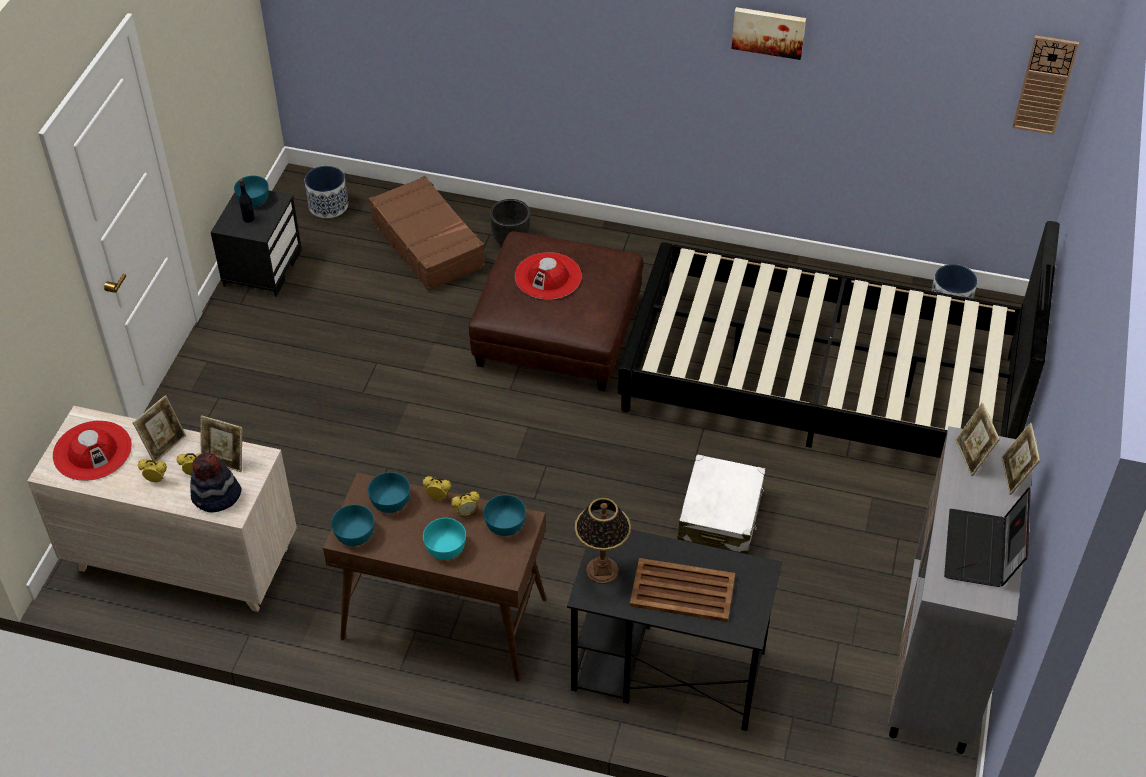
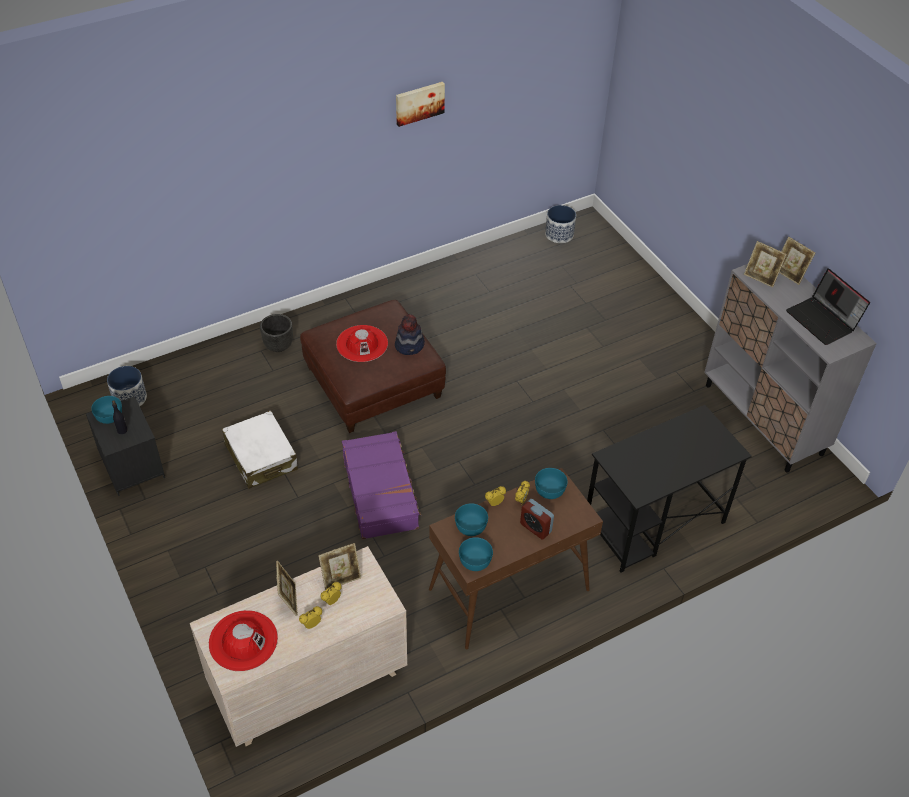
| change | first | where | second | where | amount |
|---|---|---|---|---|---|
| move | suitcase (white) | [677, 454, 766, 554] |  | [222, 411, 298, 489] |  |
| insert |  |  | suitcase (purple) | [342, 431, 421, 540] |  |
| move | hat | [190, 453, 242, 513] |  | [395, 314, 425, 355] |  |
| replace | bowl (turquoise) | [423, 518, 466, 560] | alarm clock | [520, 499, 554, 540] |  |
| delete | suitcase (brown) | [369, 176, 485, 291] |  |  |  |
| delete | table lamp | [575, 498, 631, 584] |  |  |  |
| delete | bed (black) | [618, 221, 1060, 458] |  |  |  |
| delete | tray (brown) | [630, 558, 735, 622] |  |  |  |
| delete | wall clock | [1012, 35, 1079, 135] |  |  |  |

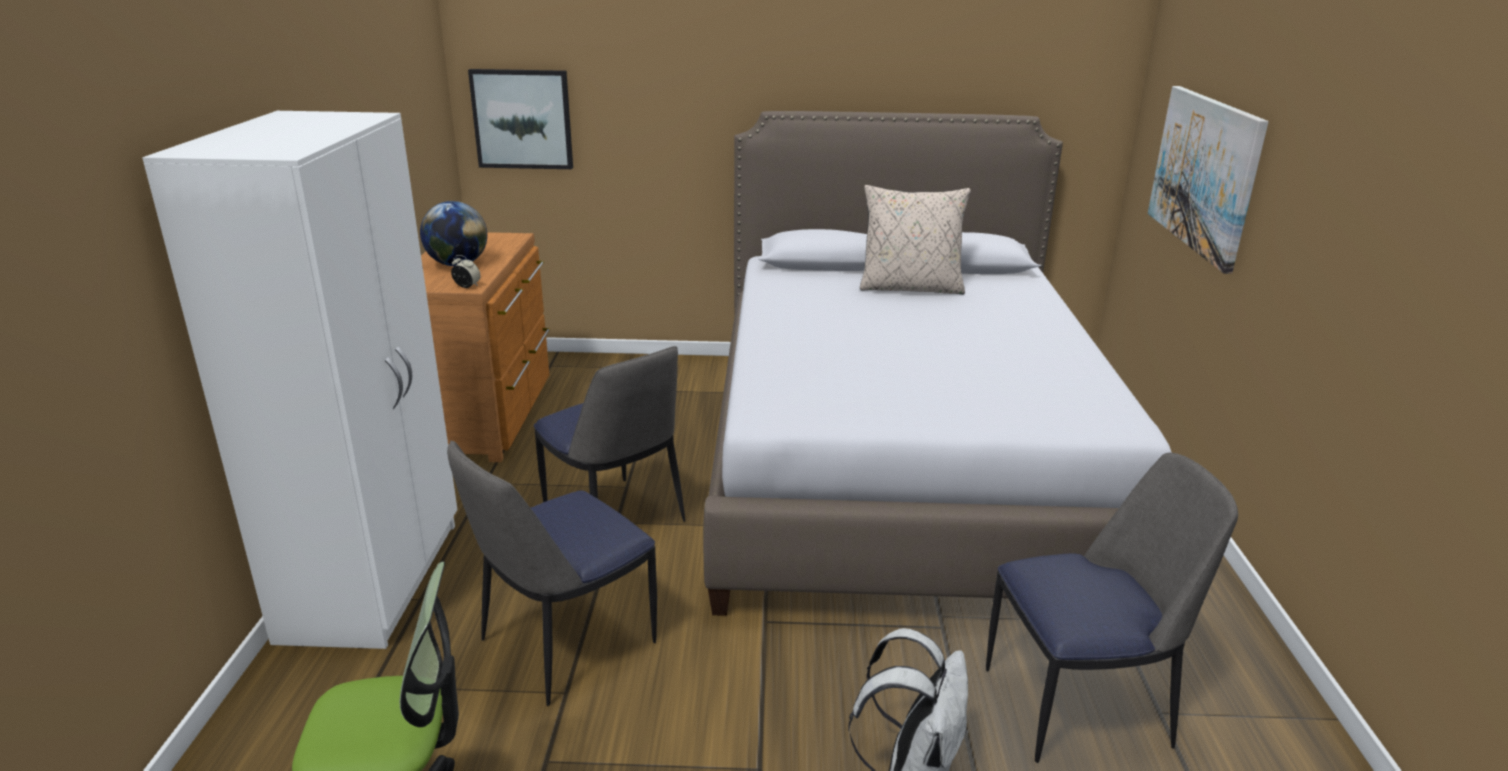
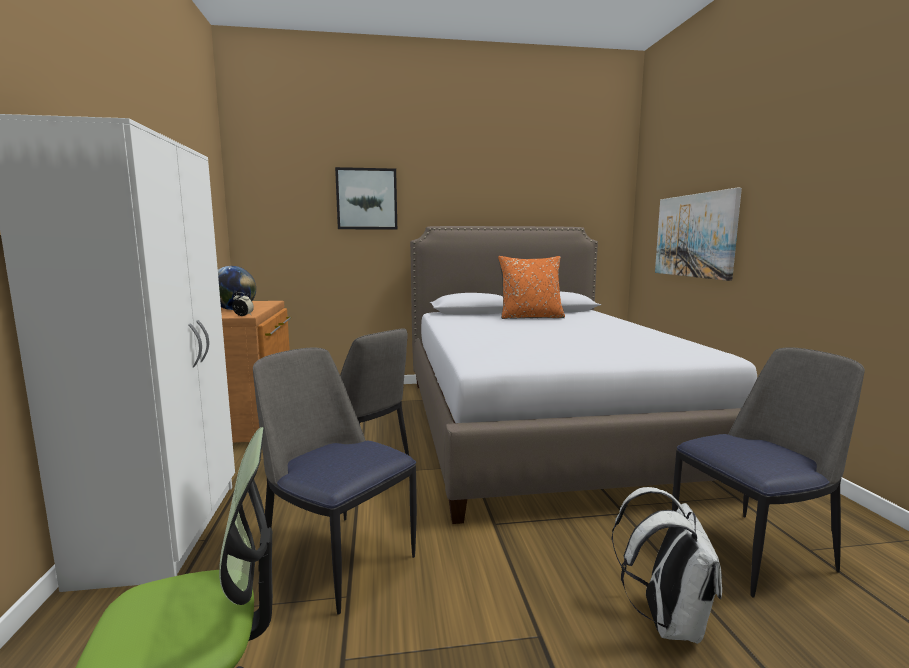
| change | first | where | second | where | amount |
|---|---|---|---|---|---|
| rotate | chair | [447, 440, 657, 706] |  | [253, 347, 417, 614] | 90 degrees clockwise |
| move | picture | [468, 69, 573, 169] |  | [335, 167, 397, 230] |  |
| recolor | pillow (beige) | [860, 185, 971, 294] | pillow (orange) | [498, 256, 565, 319] |  |

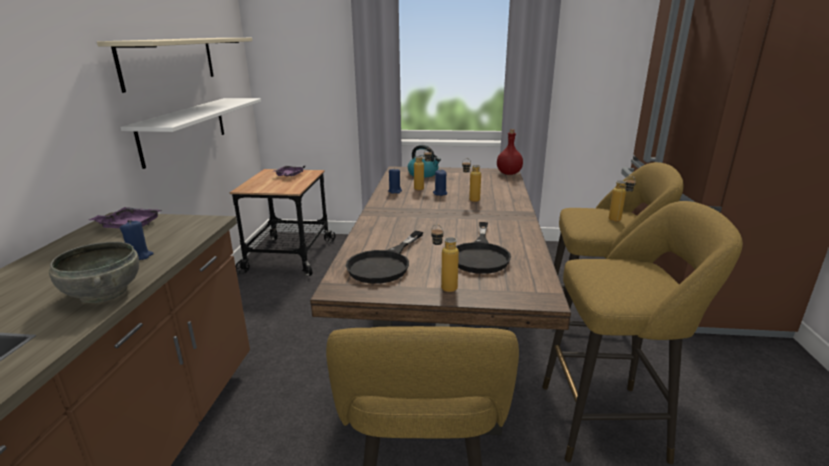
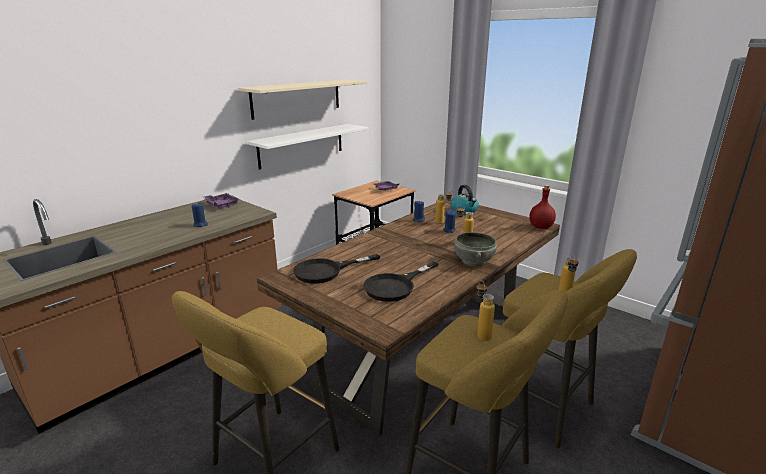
| change | first | where | second | where | amount |
|---|---|---|---|---|---|
| move | bowl (grey) | [49, 242, 139, 303] |  | [454, 232, 497, 266] |  |
| move | bottle | [431, 224, 459, 292] |  | [476, 280, 495, 341] |  |

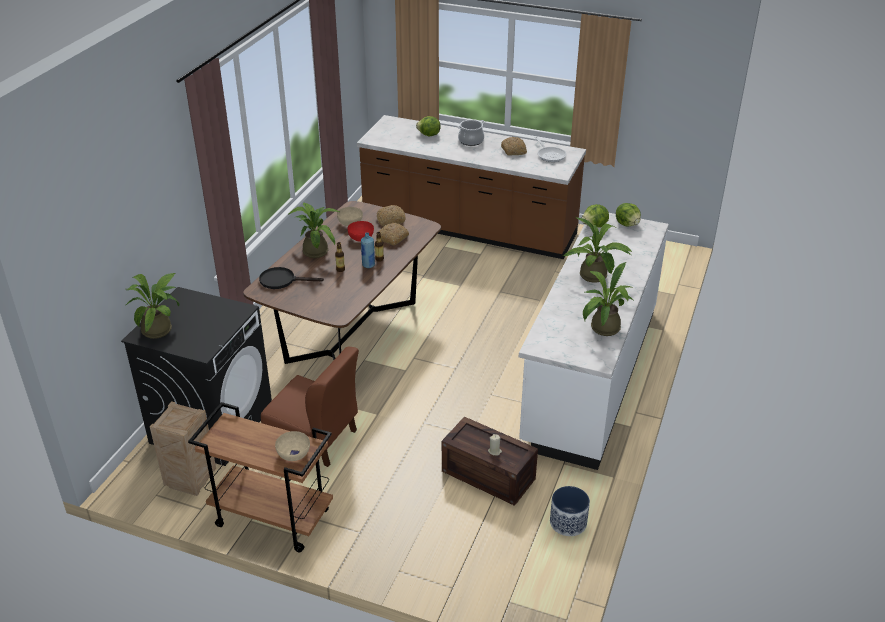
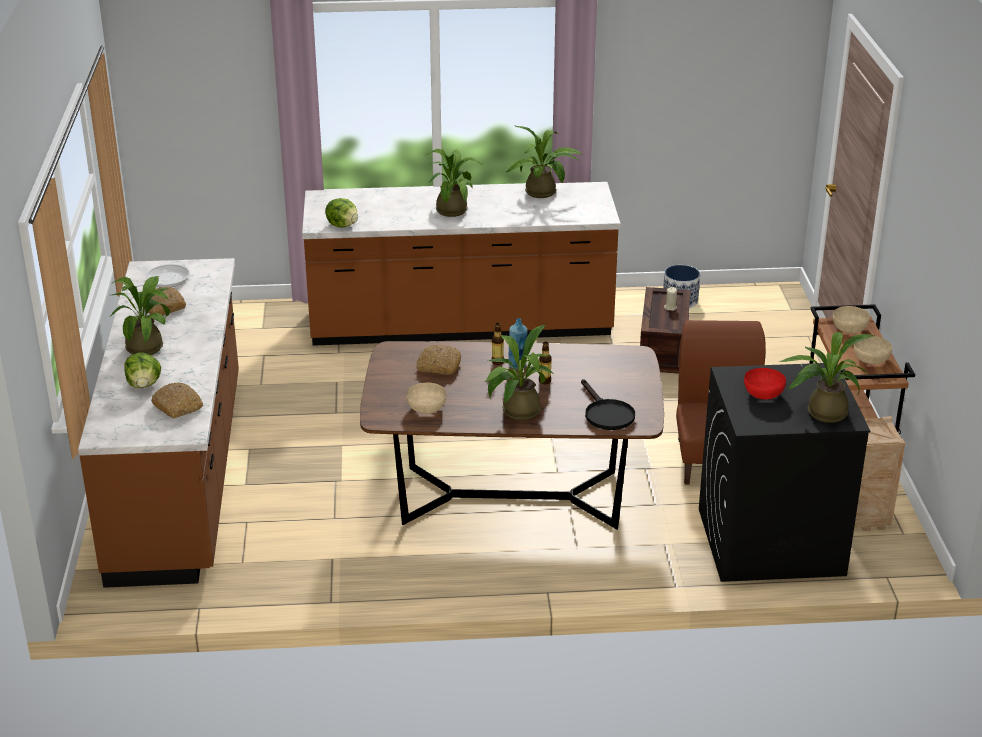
| change | first | where | second | where | amount |
|---|---|---|---|---|---|
| replace | cooking pot | [458, 120, 485, 146] | potted plant | [109, 276, 170, 355] |  |
| move | bread | [377, 205, 406, 226] |  | [151, 382, 203, 419] |  |
| recolor | counter (white) | [519, 213, 669, 470] | counter (brown) | [302, 182, 621, 346] |  |
| move | bowl (red) | [348, 221, 374, 242] |  | [744, 368, 786, 400] |  |
| insert |  |  | bowl (beige) | [854, 336, 892, 364] |  |
| delete | lettuce | [616, 203, 641, 226] |  |  |  |

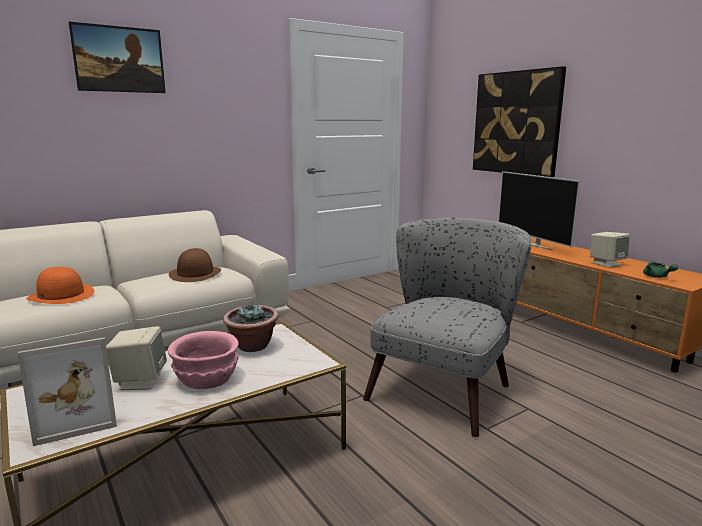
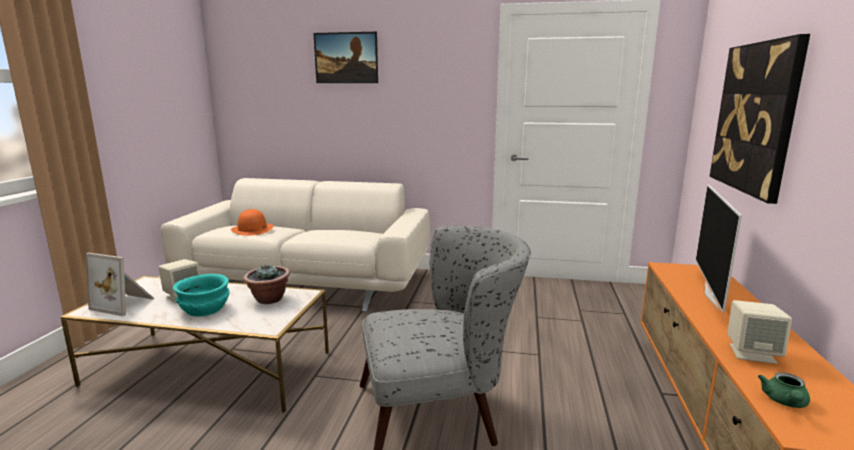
| change | first | where | second | where | amount |
|---|---|---|---|---|---|
| recolor | bowl (pink) | [168, 331, 239, 389] | bowl (turquoise) | [173, 274, 230, 317] |  |
| delete | hat (brown) | [169, 248, 221, 282] |  |  |  |

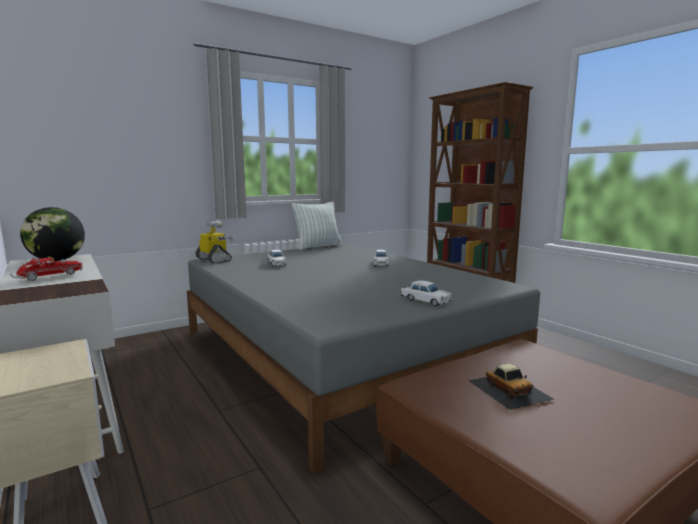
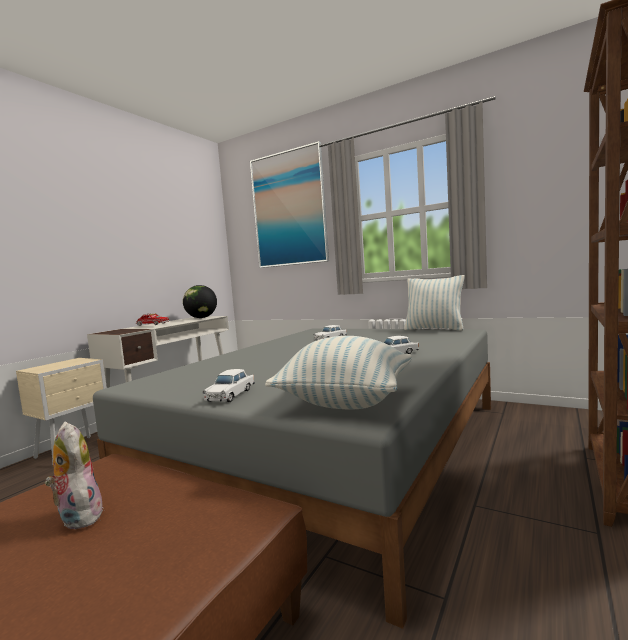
| change | first | where | second | where | amount |
|---|---|---|---|---|---|
| replace | toy car | [468, 364, 554, 410] | plush toy | [45, 421, 103, 529] |  |
| insert |  |  | picture | [250, 141, 329, 268] |  |
| insert |  |  | pillow | [265, 336, 412, 409] |  |
| delete | toy robot | [195, 220, 233, 263] |  |  |  |

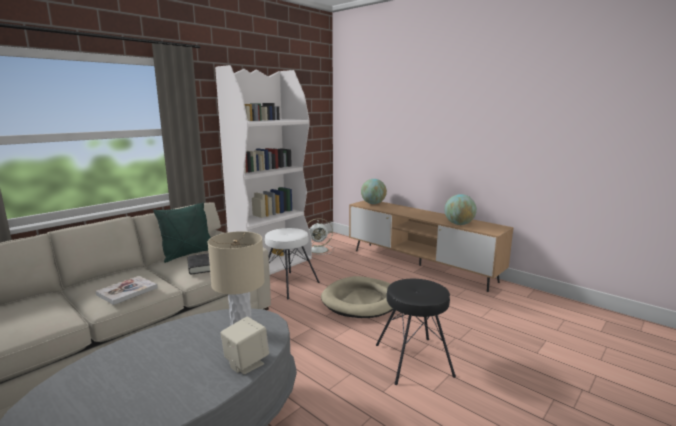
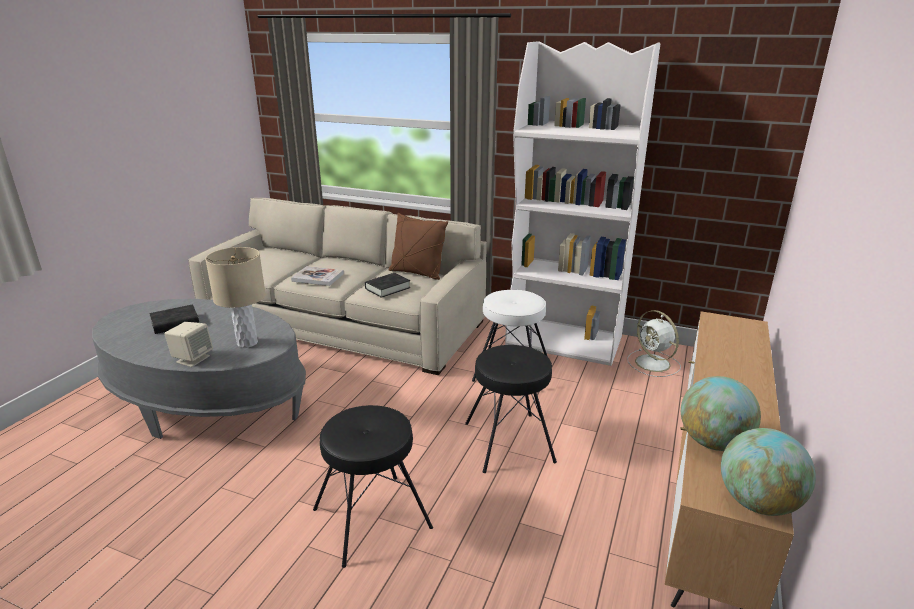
| change | first | where | second | where | amount |
|---|---|---|---|---|---|
| insert |  |  | book (black) | [149, 304, 199, 334] |  |
| recolor | pillow (green) | [153, 202, 210, 263] | pillow (brown) | [389, 213, 448, 280] |  |
| replace | dog bed (beige) | [321, 276, 393, 318] | stool (black) | [465, 345, 557, 473] |  |
| move | globe | [361, 179, 387, 204] |  | [721, 428, 816, 516] |  |

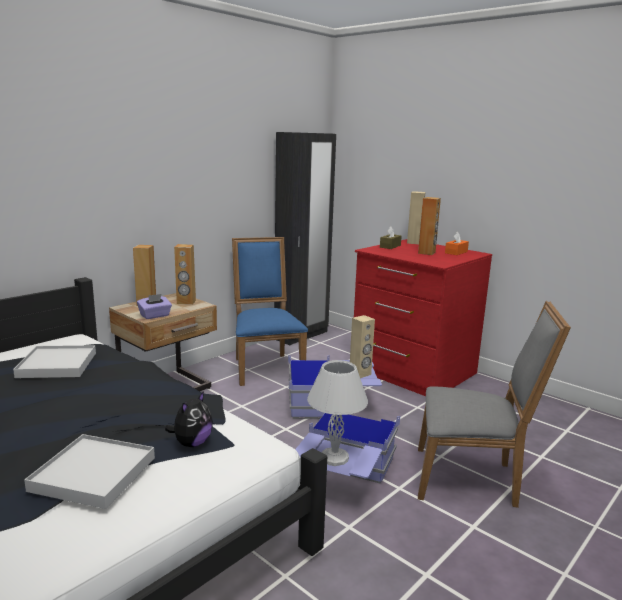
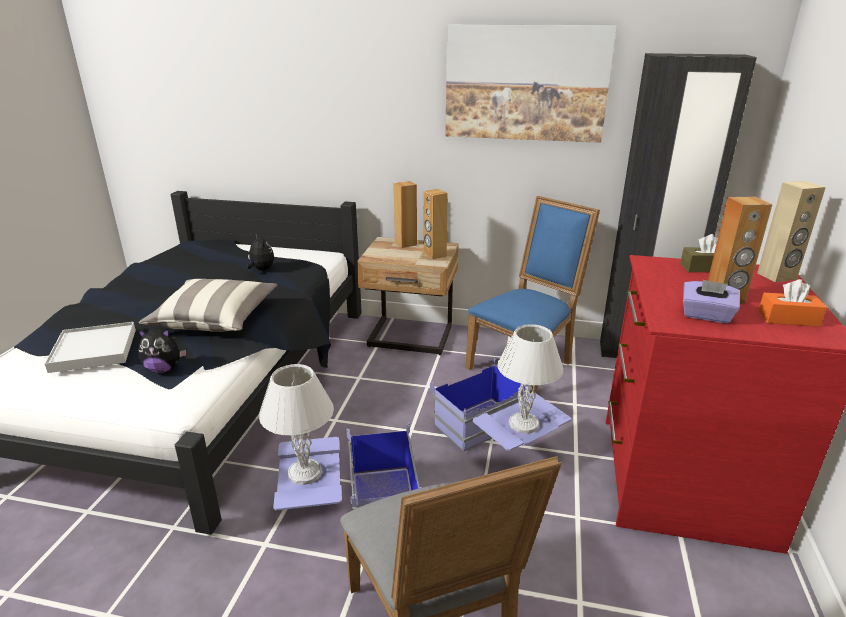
| change | first | where | second | where | amount |
|---|---|---|---|---|---|
| insert |  |  | pillow | [139, 279, 277, 332] |  |
| replace | tray (white) | [13, 345, 96, 378] | plush toy | [246, 234, 274, 271] |  |
| insert |  |  | picture | [445, 25, 617, 143] |  |
| replace | speaker (beige) | [350, 315, 375, 378] | table lamp (white) | [498, 324, 564, 434] |  |
| move | tissue box (purple) | [137, 294, 172, 319] |  | [683, 280, 740, 324] |  |

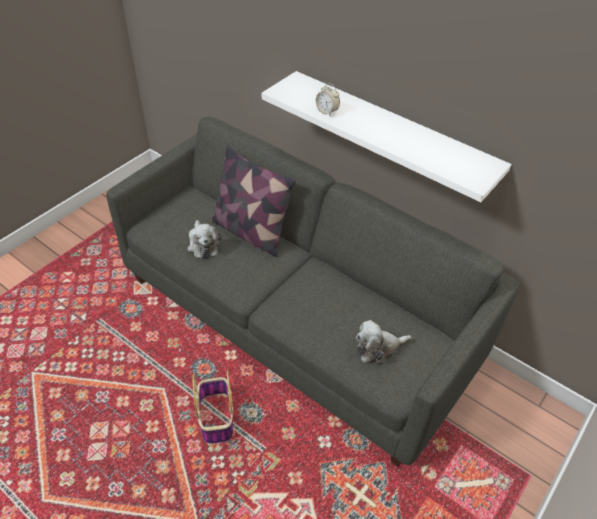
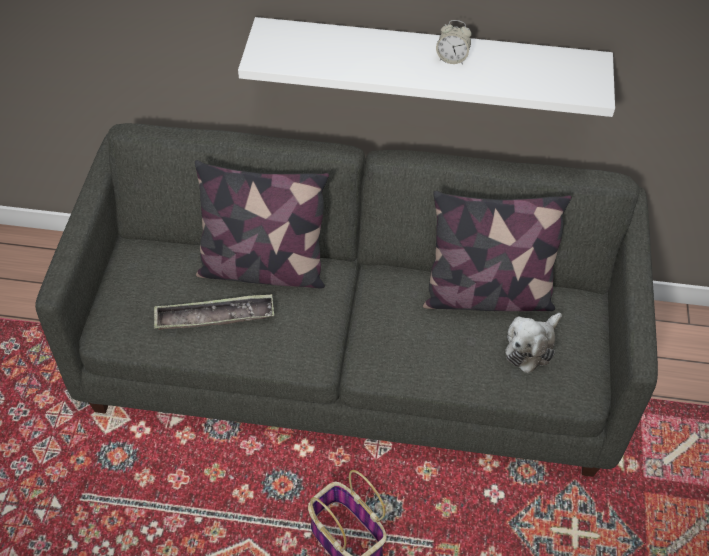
| change | first | where | second | where | amount |
|---|---|---|---|---|---|
| replace | plush toy | [187, 220, 222, 259] | tray | [154, 294, 274, 330] |  |
| insert |  |  | pillow | [423, 191, 571, 311] |  |
| move | alarm clock | [316, 83, 340, 116] |  | [436, 20, 472, 65] |  |

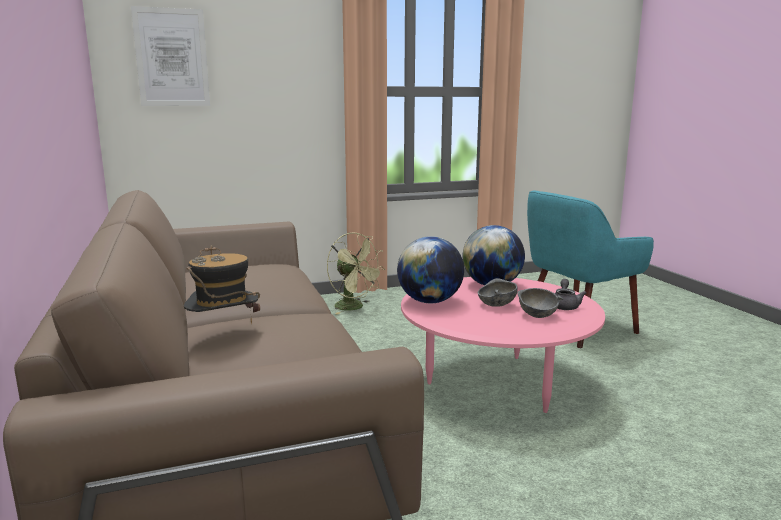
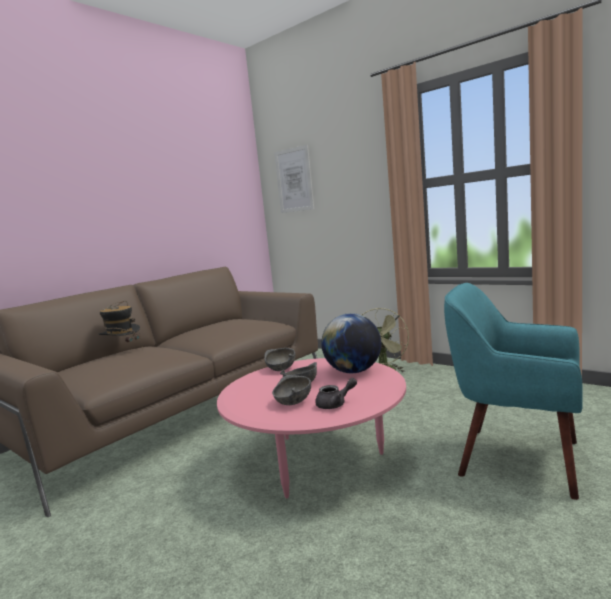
| change | first | where | second | where | amount |
|---|---|---|---|---|---|
| replace | globe | [397, 236, 464, 303] | bowl (grey) | [264, 348, 295, 371] |  |

